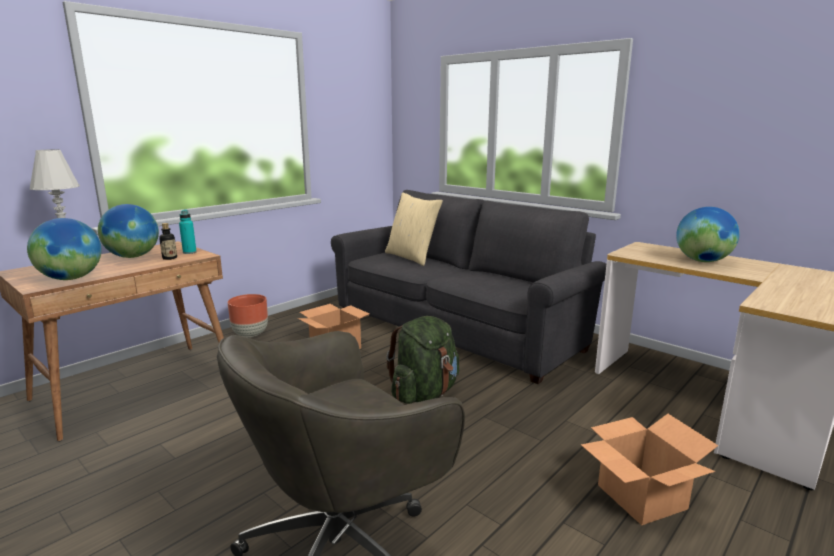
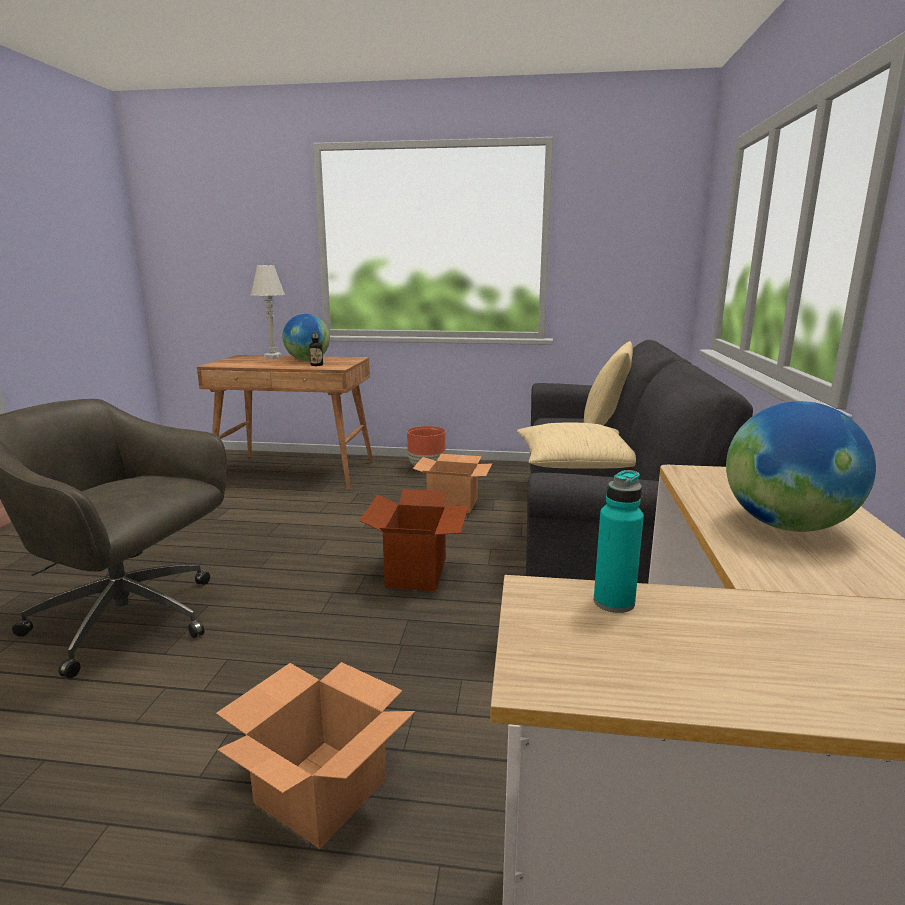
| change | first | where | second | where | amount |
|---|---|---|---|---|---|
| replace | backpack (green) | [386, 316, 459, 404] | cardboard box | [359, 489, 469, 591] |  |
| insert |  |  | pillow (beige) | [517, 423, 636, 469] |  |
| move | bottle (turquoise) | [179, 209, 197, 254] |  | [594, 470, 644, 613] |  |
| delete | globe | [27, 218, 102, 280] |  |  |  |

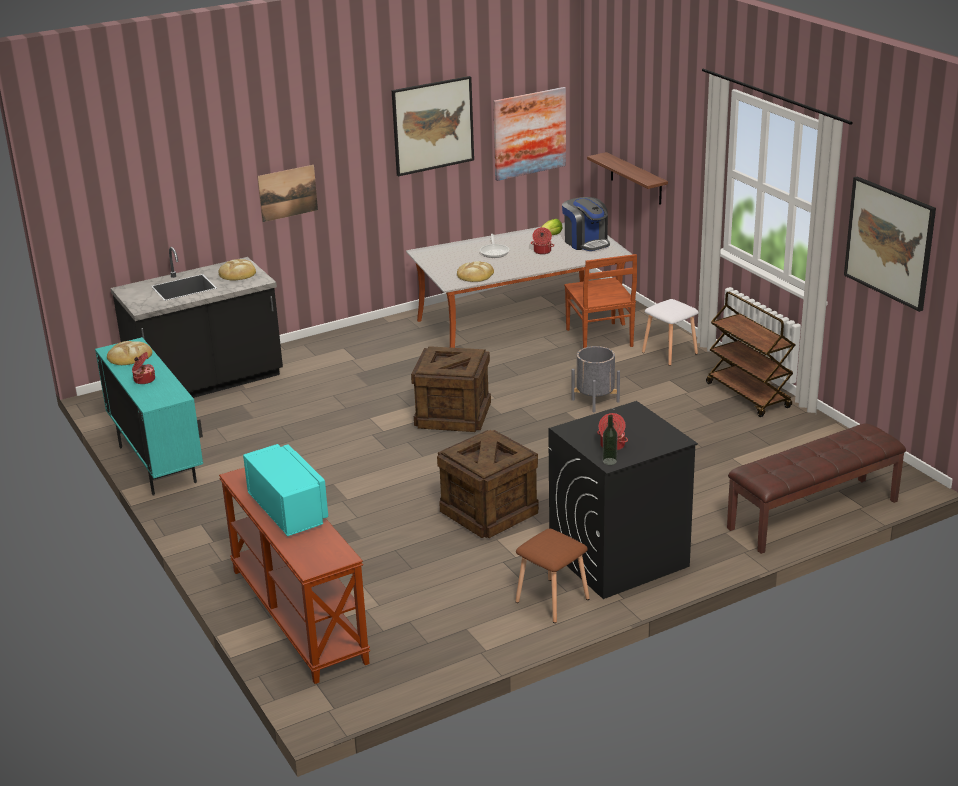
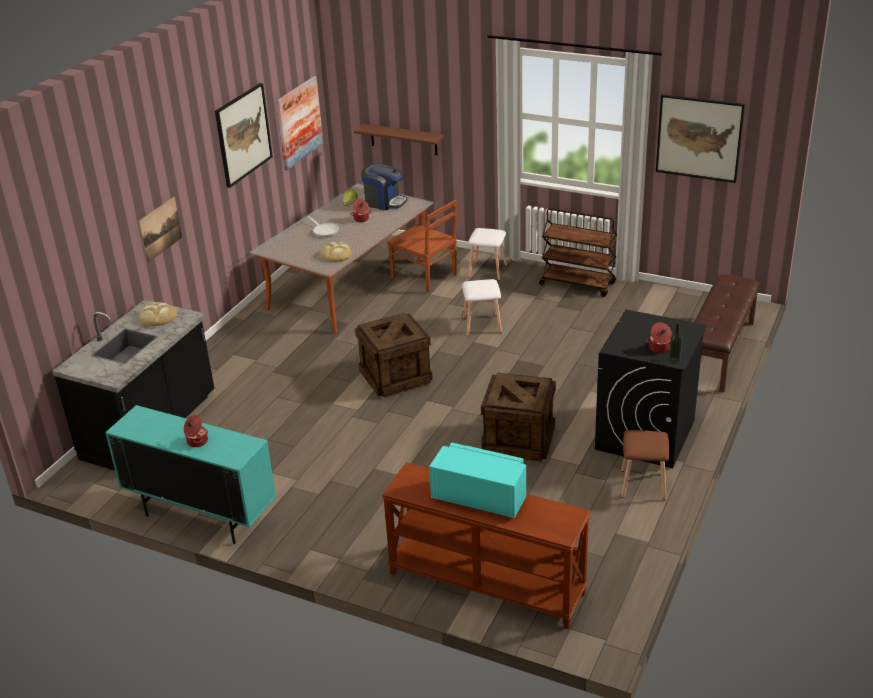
| change | first | where | second | where | amount |
|---|---|---|---|---|---|
| replace | planter (grey) | [572, 346, 620, 412] | stool (white) | [462, 279, 502, 336] |  |
| delete | bread | [107, 341, 152, 365] |  |  |  |

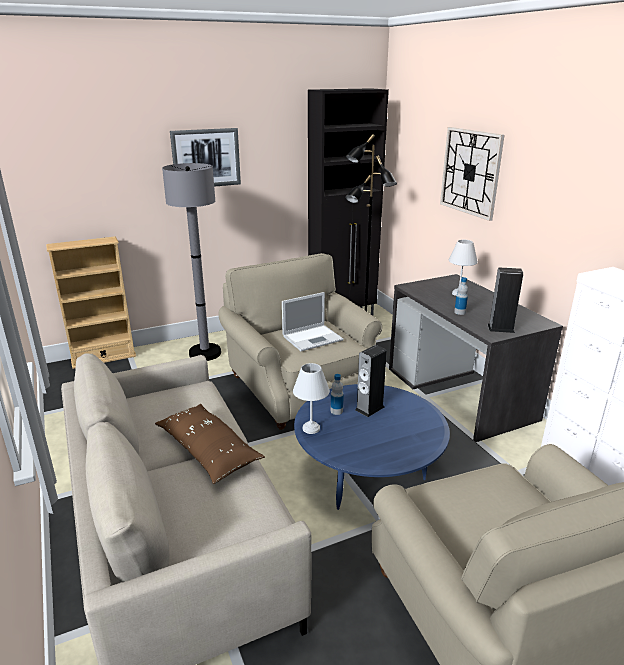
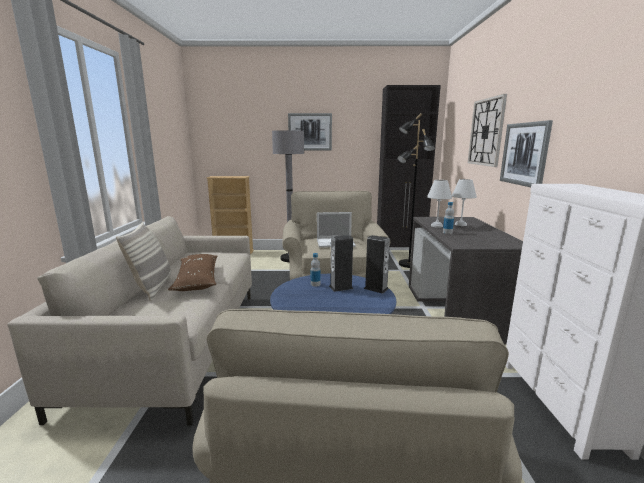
| change | first | where | second | where | amount |
|---|---|---|---|---|---|
| insert |  |  | pillow | [116, 222, 171, 301] |  |
| move | speaker | [487, 267, 523, 333] |  | [364, 235, 390, 294] |  |
| move | table lamp (white) | [293, 363, 330, 434] |  | [427, 180, 452, 228] |  |
| insert |  |  | picture | [500, 120, 553, 187] |  |

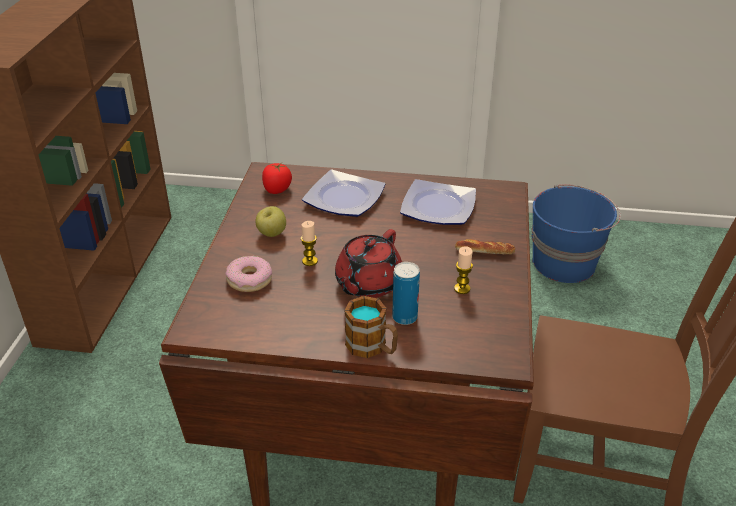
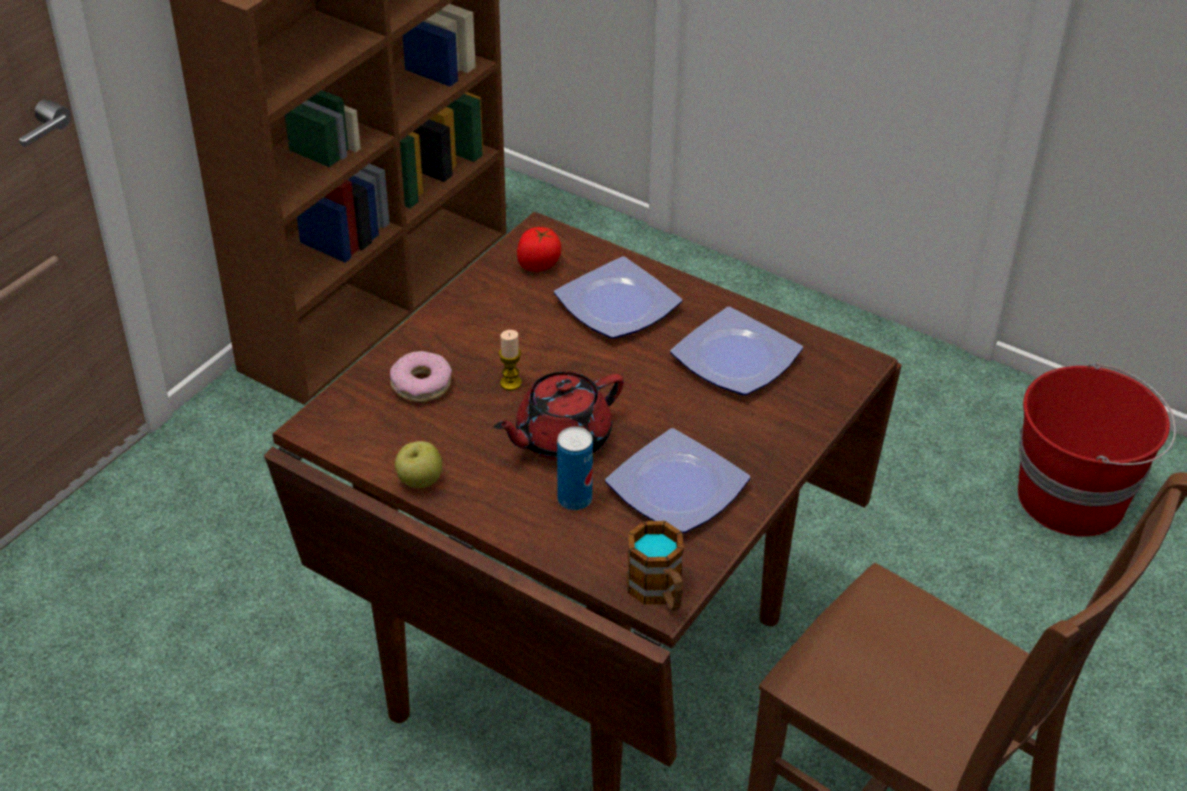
| change | first | where | second | where | amount |
|---|---|---|---|---|---|
| move | apple | [256, 206, 286, 237] |  | [395, 441, 442, 488] |  |
| replace | candle | [454, 246, 473, 294] | plate | [605, 428, 750, 533] |  |
| move | mug | [344, 296, 398, 358] |  | [627, 521, 684, 611] |  |
| recolor | bucket (blue) | [532, 184, 621, 283] | bucket (red) | [1018, 362, 1176, 537] |  |
| delete | bread | [455, 239, 515, 254] |  |  |  |

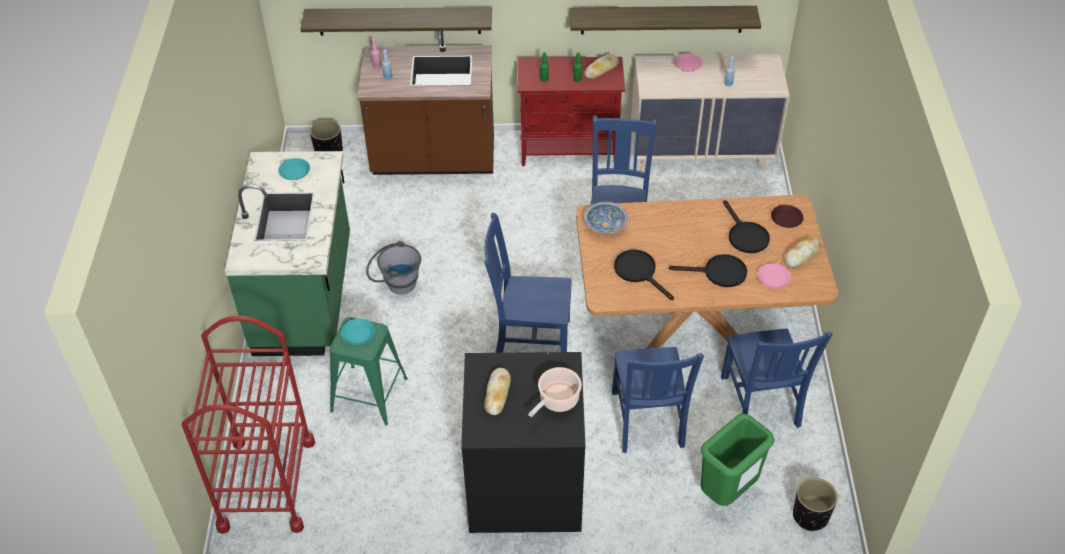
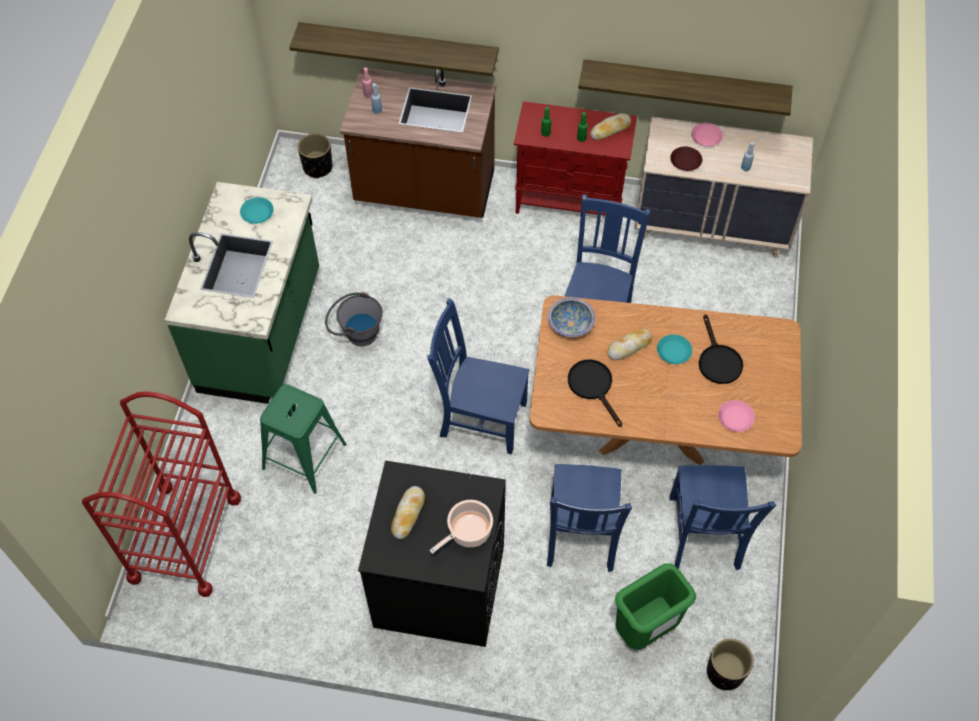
| change | first | where | second | where | amount |
|---|---|---|---|---|---|
| move | bread | [785, 237, 821, 267] |  | [607, 329, 652, 360] |  |
| move | plate (turquoise) | [341, 318, 375, 345] |  | [657, 334, 692, 364] |  |
| move | plate (brown) | [771, 205, 804, 228] |  | [670, 146, 702, 171] |  |
| delete | frying pan (black) | [669, 254, 747, 287] |  |  |  |

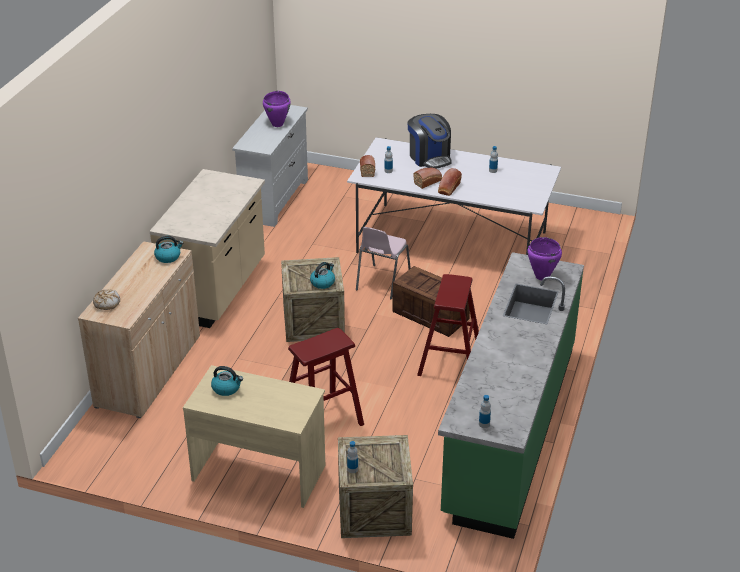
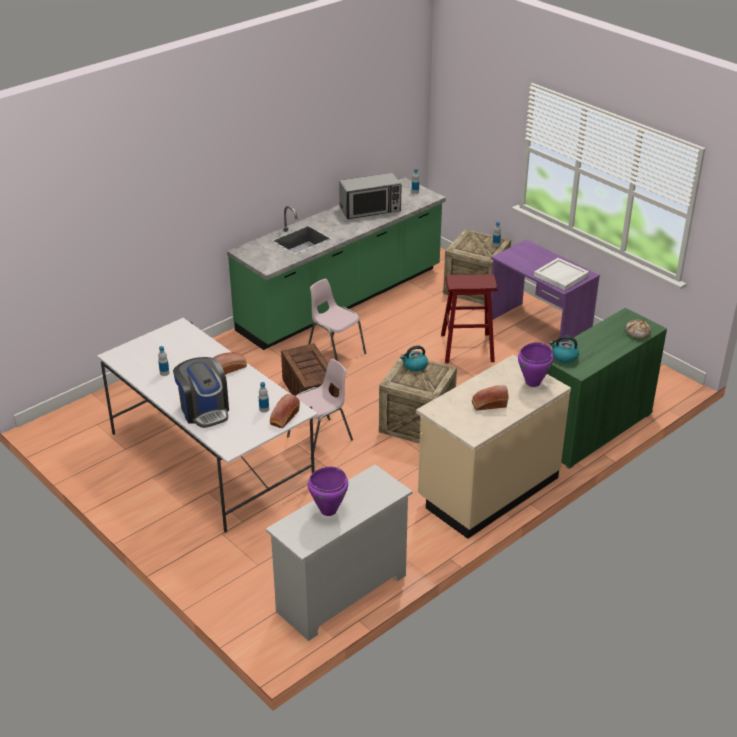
| change | first | where | second | where | amount |
|---|---|---|---|---|---|
| rotate | coffee machine | [408, 114, 451, 169] |  | [173, 357, 229, 428] | 150 degrees clockwise |
| replace | stool (red) | [417, 274, 479, 376] | chair (pink) | [308, 279, 366, 361] |  |
| insert |  |  | microwave | [339, 173, 402, 219] |  |
| move | bread | [413, 168, 442, 189] |  | [472, 385, 508, 410] |  |
| recolor | desk (beige) | [183, 365, 325, 508] | desk (purple) | [491, 239, 600, 342] |  |
| move | cooking pot (purple) | [527, 237, 562, 280] |  | [518, 342, 554, 387] |  |
| replace | kettle | [211, 366, 243, 396] | tray (white) | [534, 258, 589, 290] |  |
| recolor | cabinet (beige) | [78, 241, 200, 418] | cabinet (green) | [547, 308, 667, 469] |  |

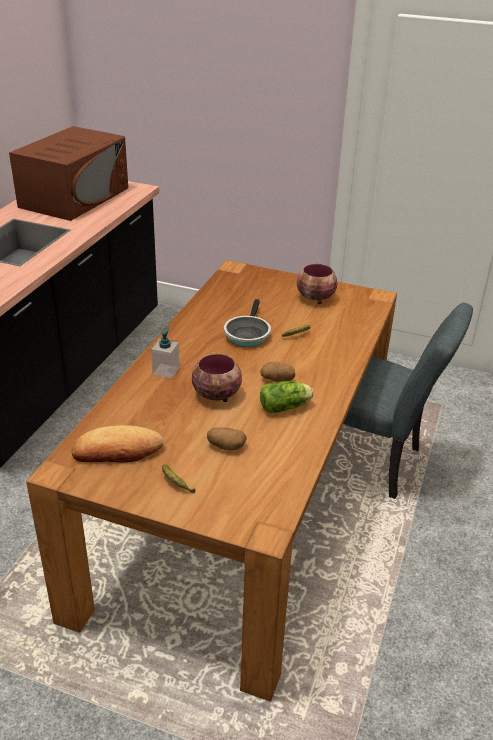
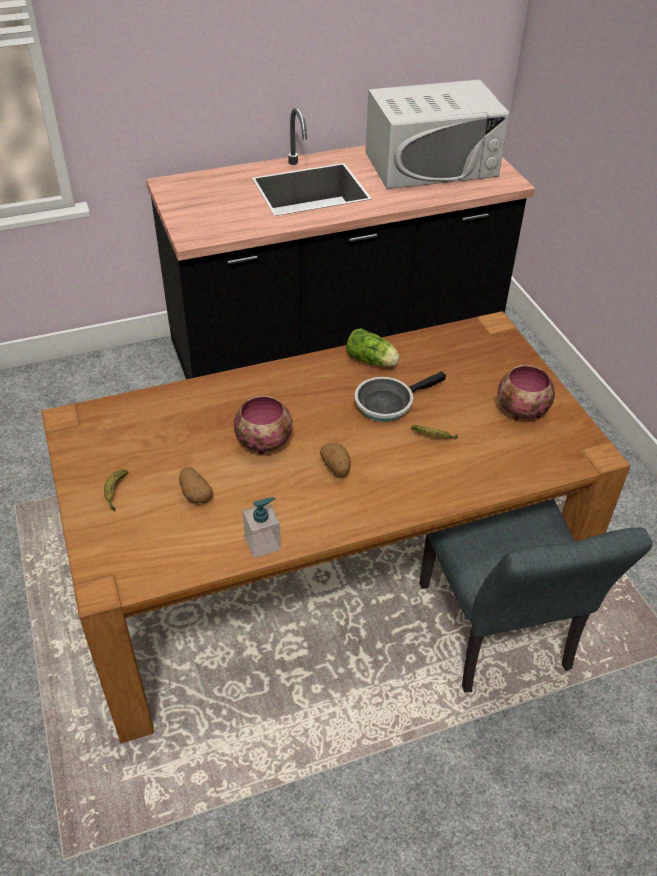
| change | first | where | second | where | amount |
|---|---|---|---|---|---|
| move | soap dispenser | [151, 326, 180, 379] |  | [242, 497, 281, 558] |  |
| move | lettuce | [260, 381, 314, 413] |  | [346, 328, 400, 366] |  |
| recolor | microwave (brown) | [9, 126, 128, 221] | microwave (white) | [365, 80, 509, 189] |  |
| delete | bread | [71, 425, 164, 463] |  |  |  |

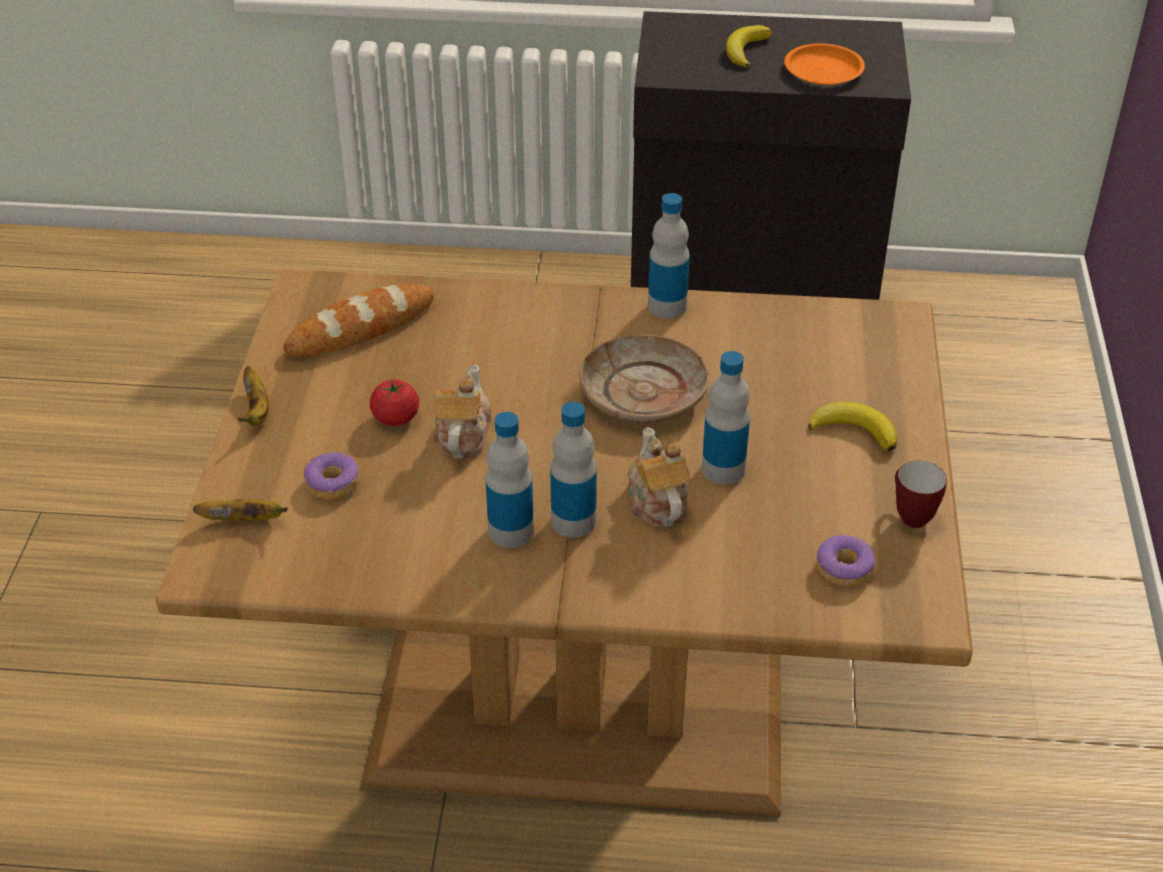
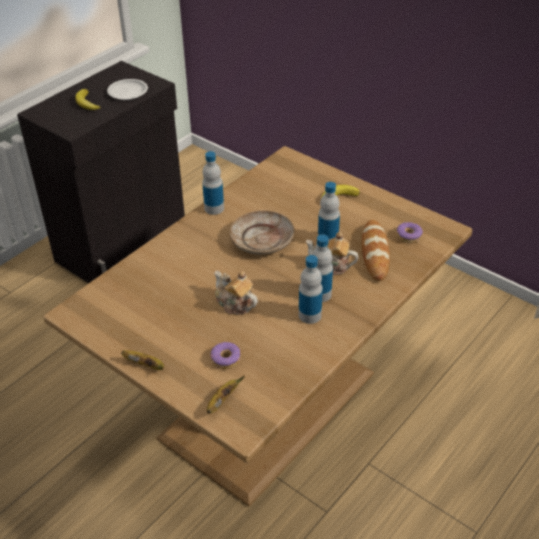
| change | first | where | second | where | amount |
|---|---|---|---|---|---|
| recolor | plate (orange) | [784, 43, 865, 85] | plate (white) | [107, 79, 148, 100] |  |
| move | bread | [284, 284, 434, 357] |  | [362, 220, 390, 281] |  |
| delete | tomato | [370, 379, 419, 426] |  |  |  |
| delete | mug | [895, 461, 947, 528] |  |  |  |

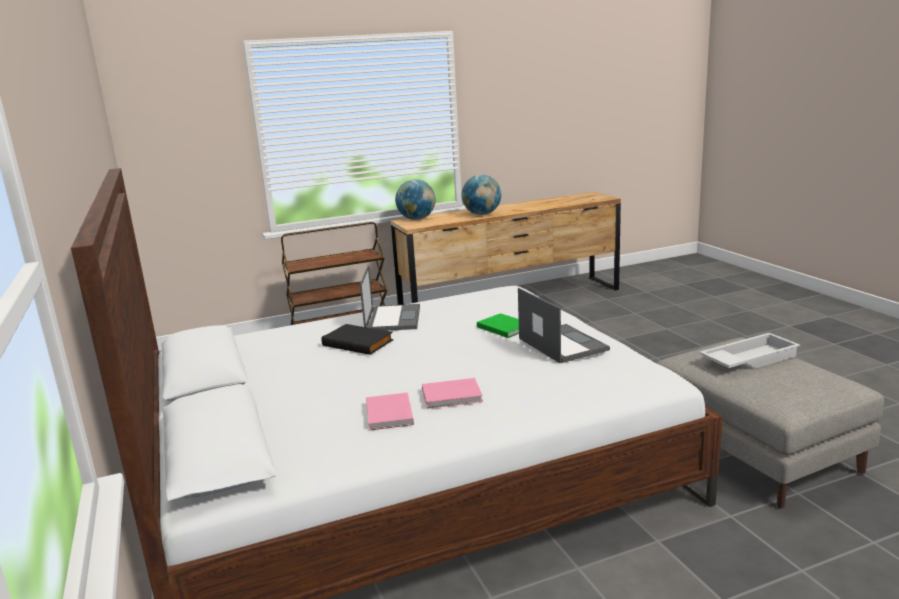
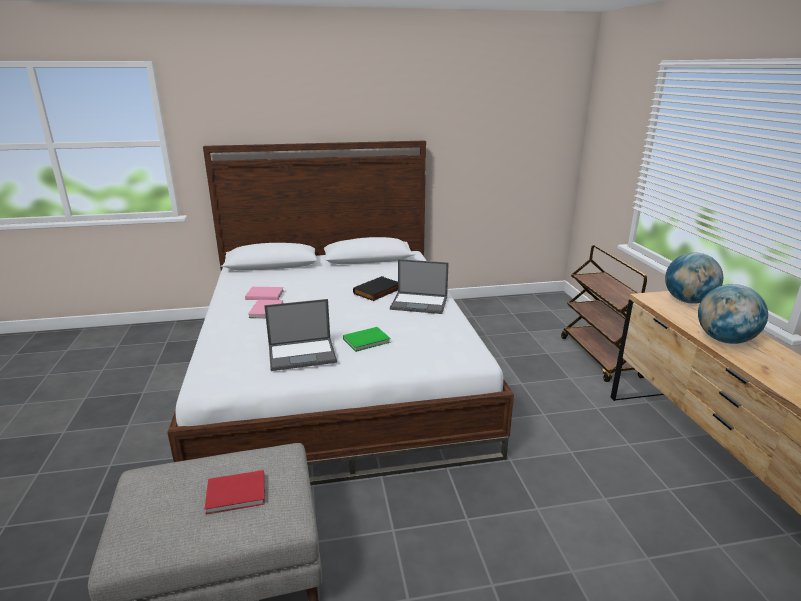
| change | first | where | second | where | amount |
|---|---|---|---|---|---|
| replace | tray (white) | [699, 333, 800, 369] | book (red) | [205, 470, 265, 515] |  |

